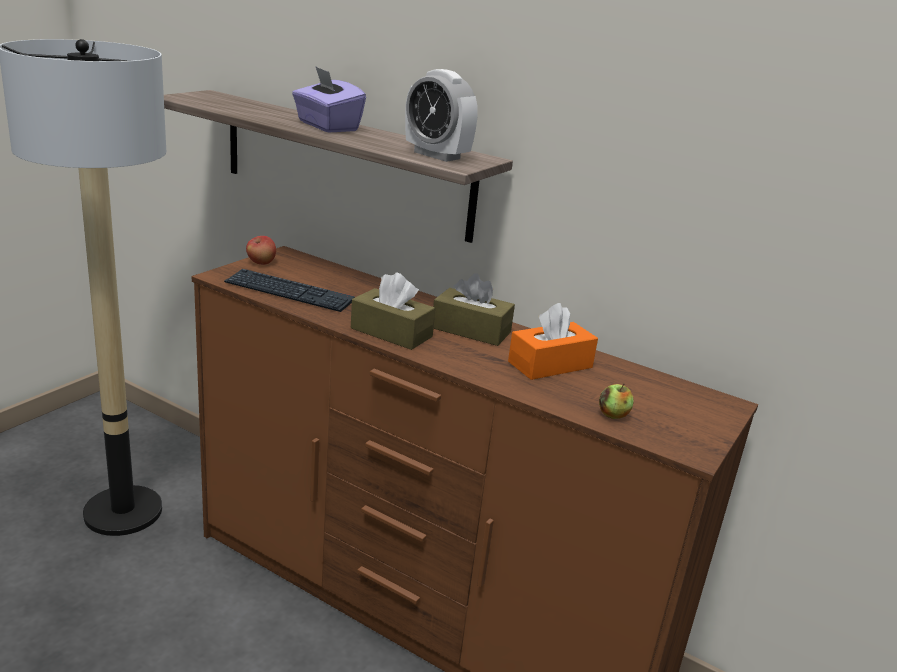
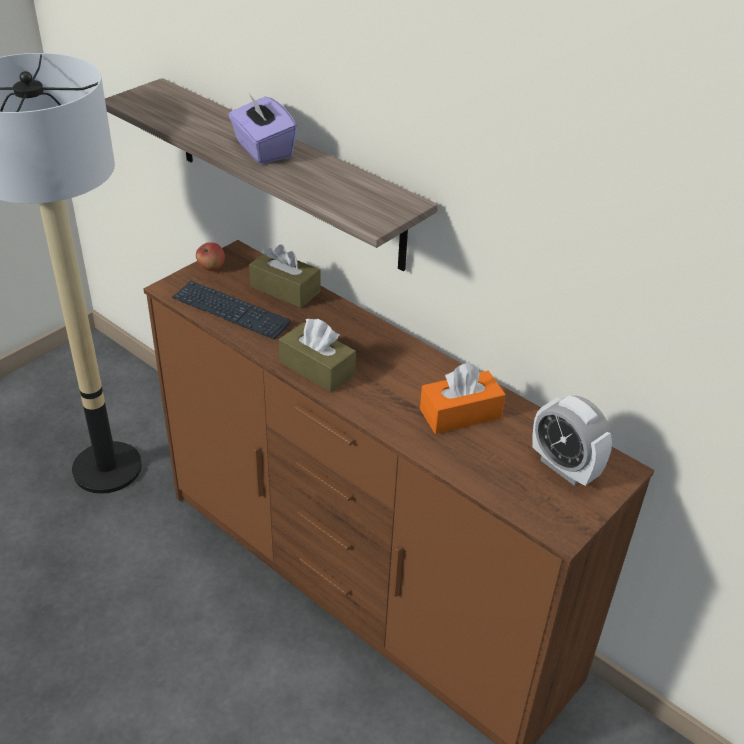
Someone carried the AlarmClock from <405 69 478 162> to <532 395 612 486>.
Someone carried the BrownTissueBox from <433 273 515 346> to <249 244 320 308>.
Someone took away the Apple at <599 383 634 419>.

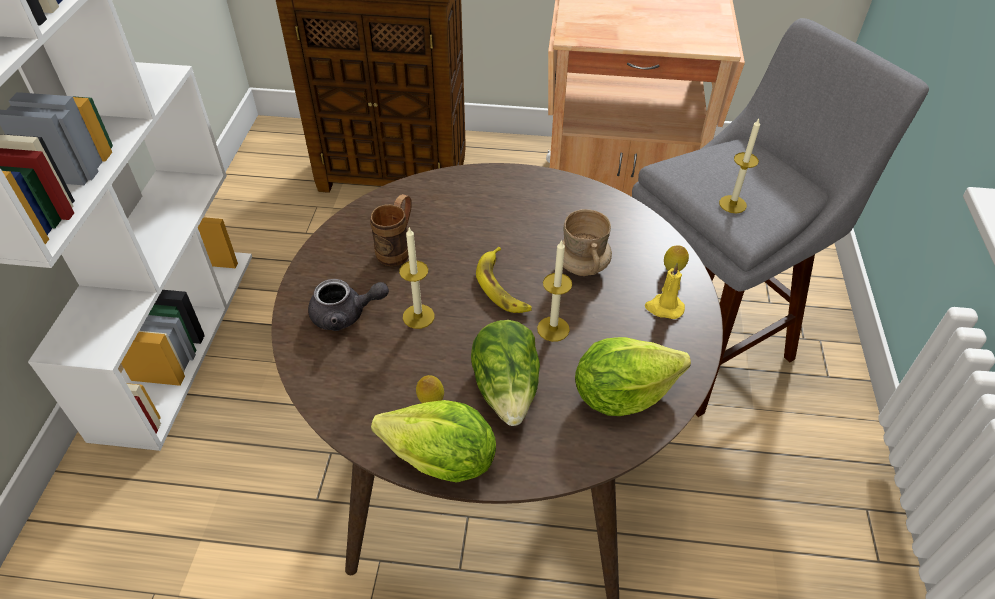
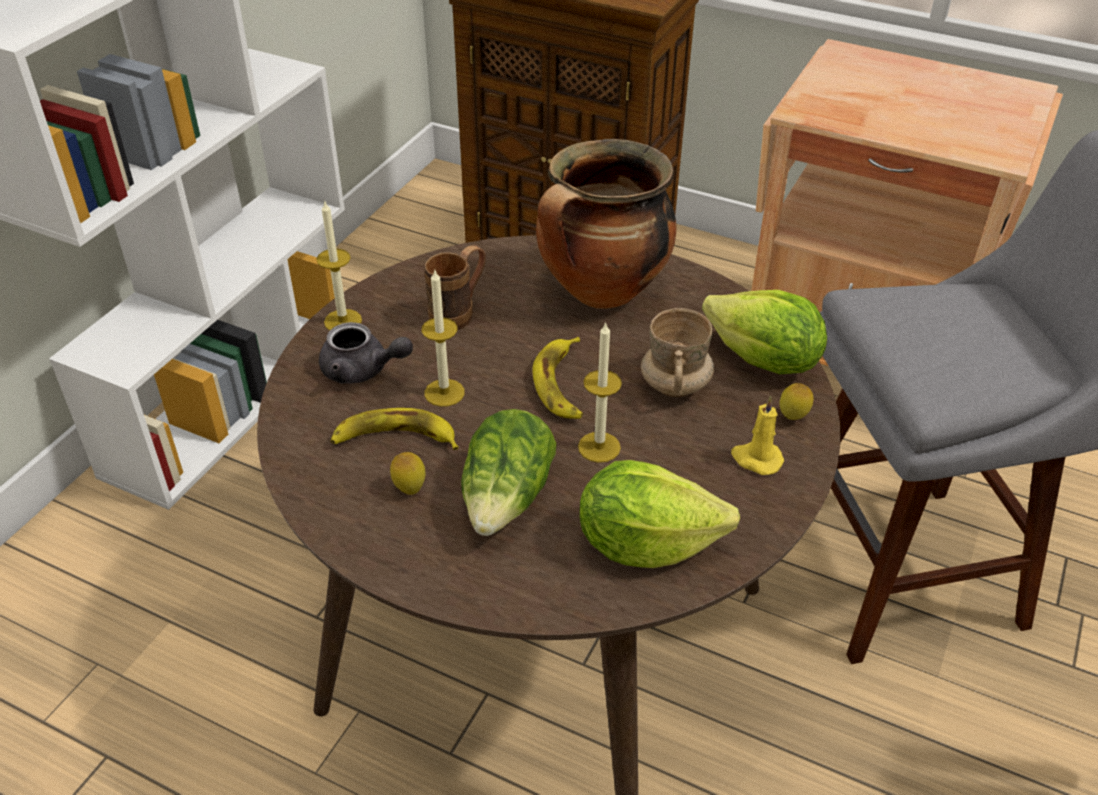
Someone carried the Candle from <719 119 760 213> to <317 200 362 331>.
Someone carried the Lettuce from <371 400 496 483> to <702 290 827 374>.
Someone put down the CookingPot at <536 139 676 309>.
Someone put down the Banana at <331 408 459 450>.

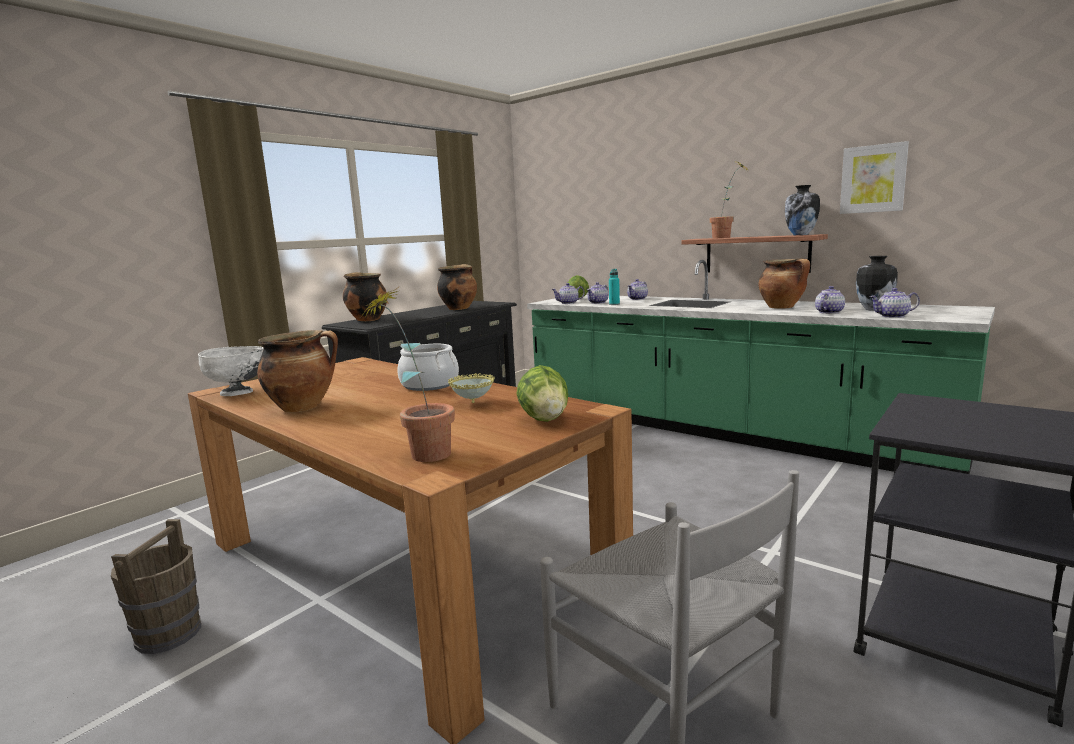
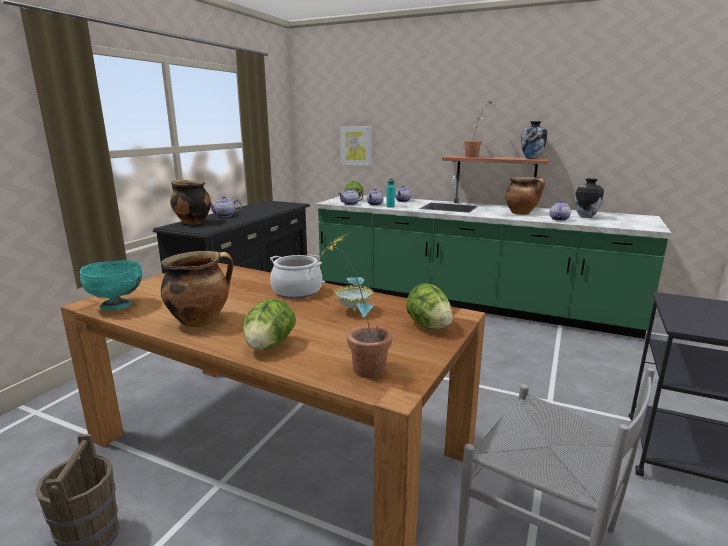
Someone carried the Picture from <840 141 909 214> to <340 126 372 166>.
Someone took away the CookingPot at <437 264 477 310>.
Someone carried the Teapot from <870 288 920 318> to <211 196 242 217>.
Someone repainted the WhiteBowl at <198 346 264 396>, which became the TurquoiseBowl at <80 260 142 310>.
Someone put down the Lettuce at <243 299 296 350>.

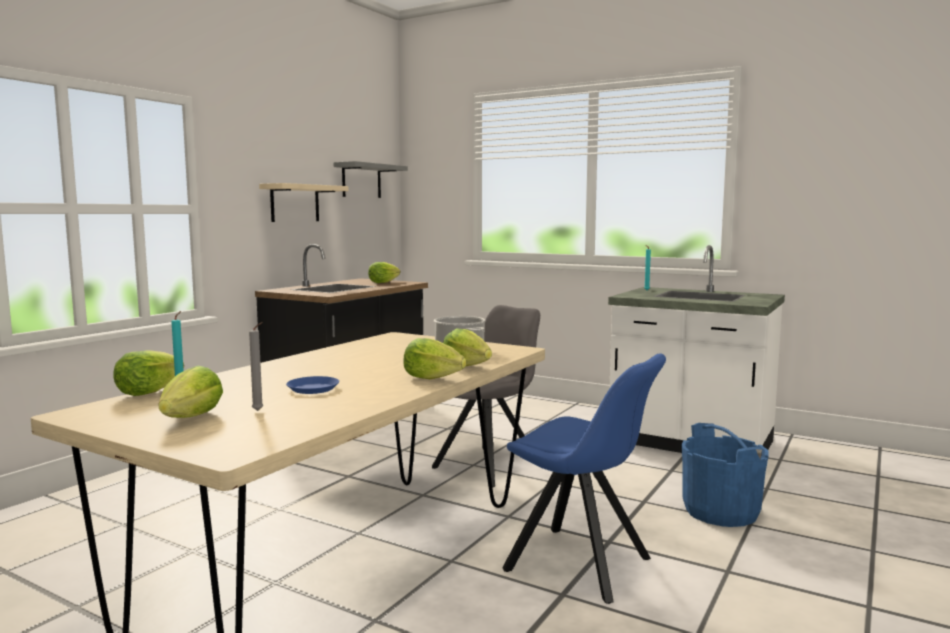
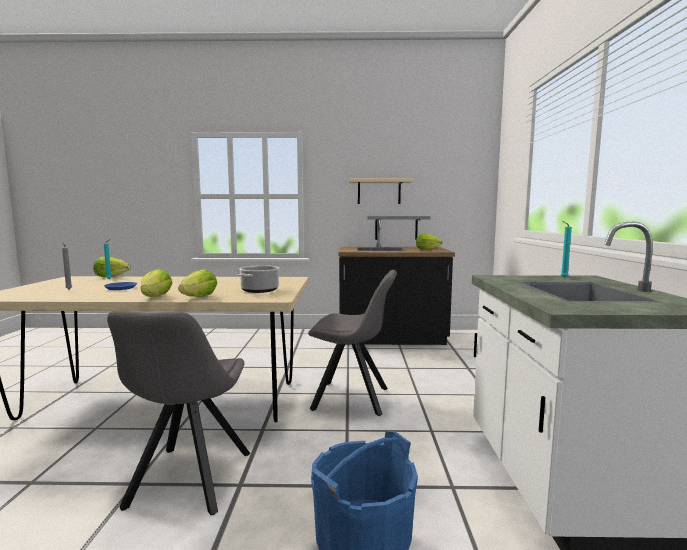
Someone carried the GreyShelf from <333 161 408 198> to <367 216 430 240>.
Someone repainted the BlueChair at <502 353 666 604>, which became the GreyChair at <107 311 250 515>.
Someone took away the Lettuce at <158 366 223 418>.

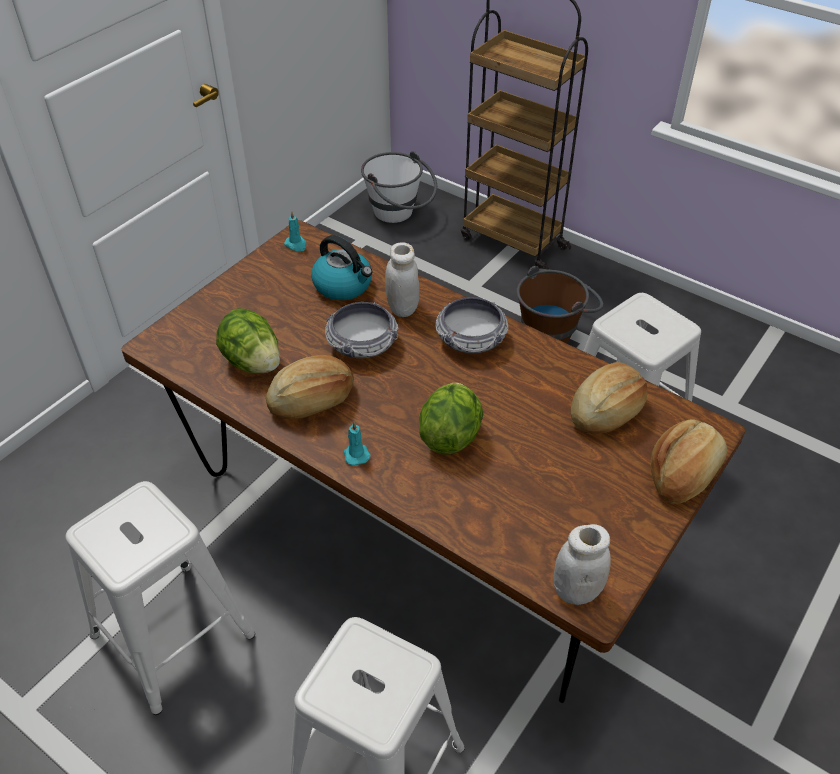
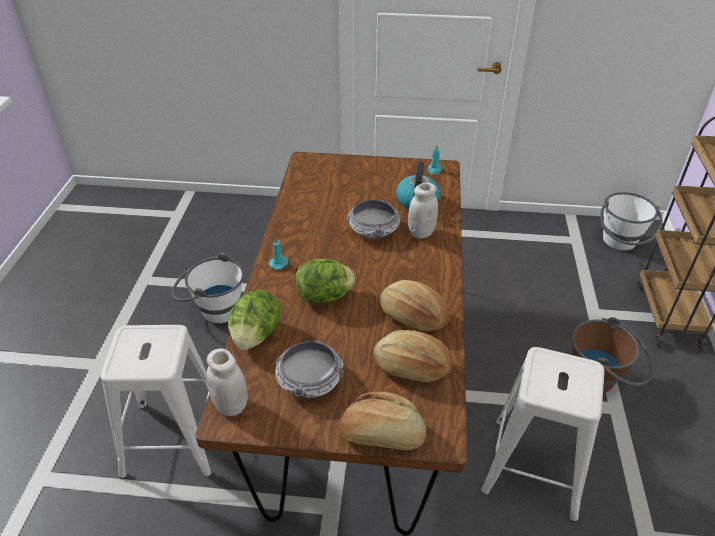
Someone carried the Bowl from <435 297 508 353> to <275 341 344 398>.
Someone carried the Lettuce from <216 308 280 373> to <228 290 282 350>.
Someone carried the Bread from <266 355 354 420> to <380 280 449 331>.
Someone swapped the WhiteStool at <66 481 255 715> for the WhiteBucket at <172 252 244 323>.

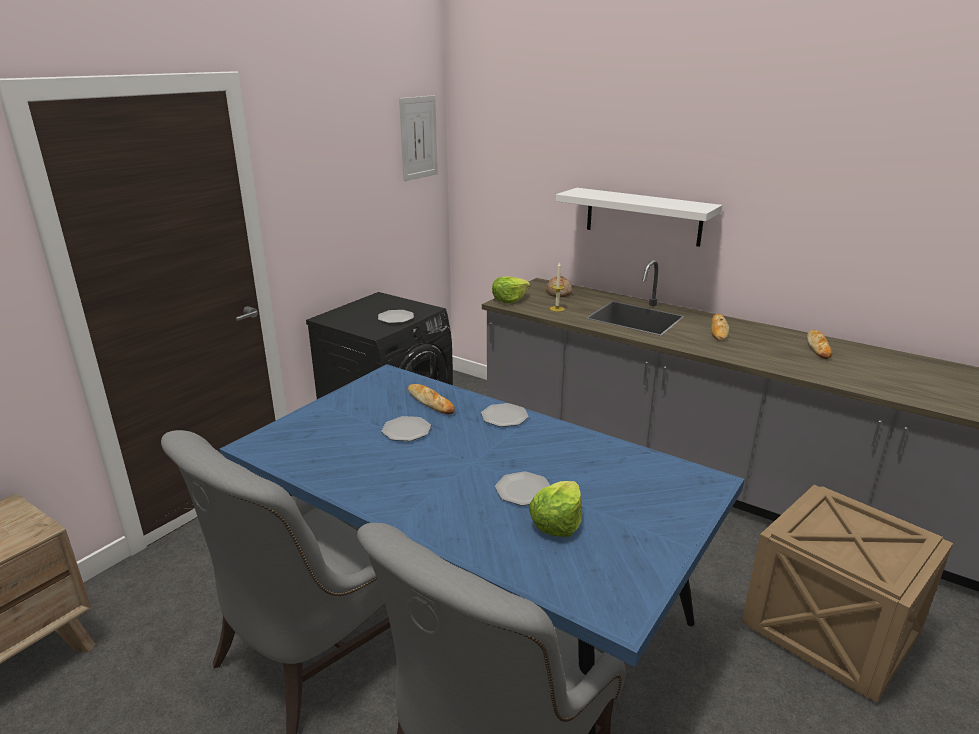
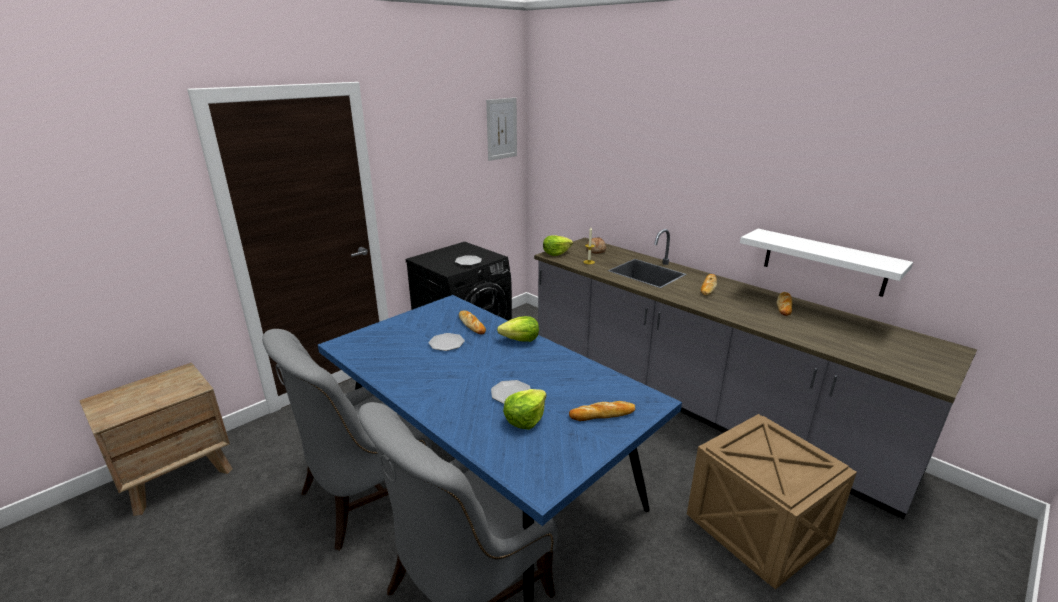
Someone carried the WhiteShelf from <556 188 722 247> to <740 229 913 297>.
Someone swapped the Plate at <481 403 529 427> for the Lettuce at <497 316 539 342>.
Someone put down the Bread at <569 401 635 421>.

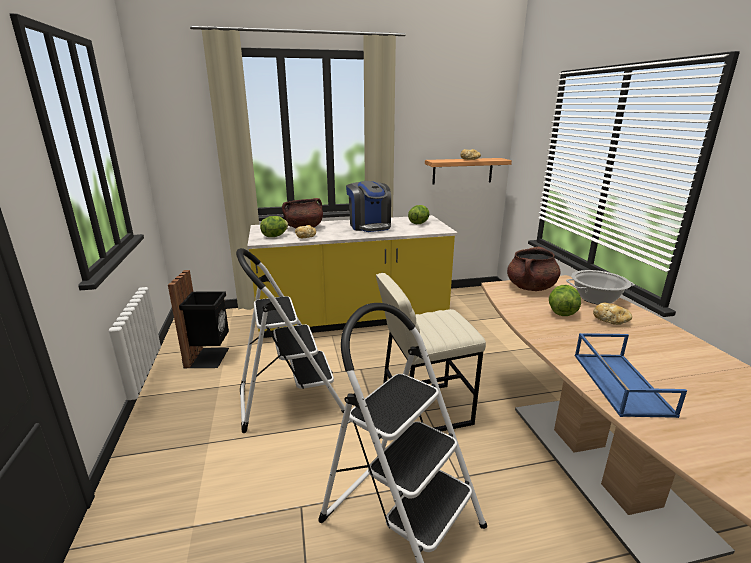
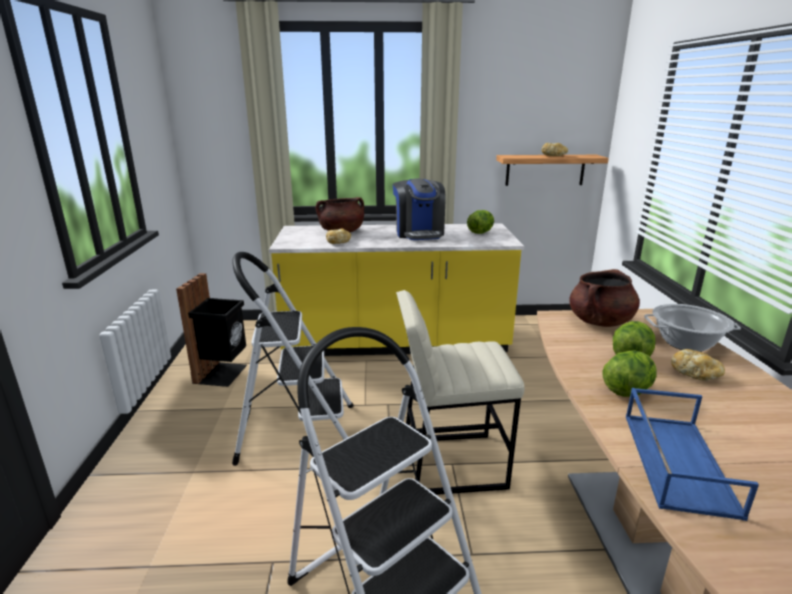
Someone carried the Lettuce from <260 216 288 237> to <602 350 657 397>.

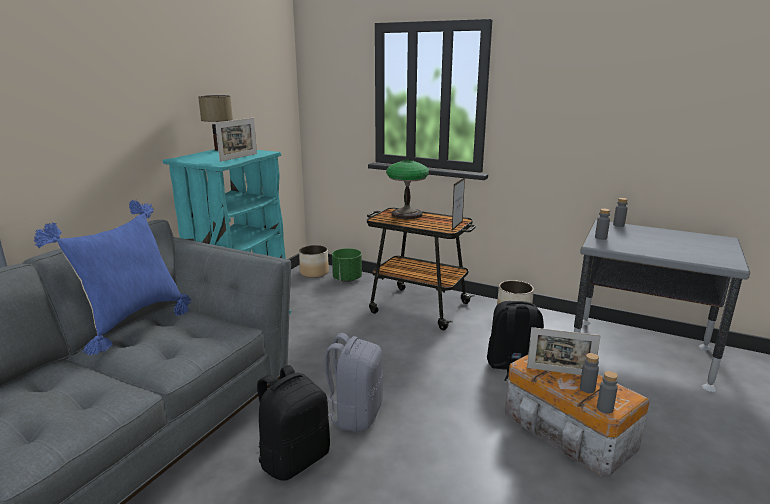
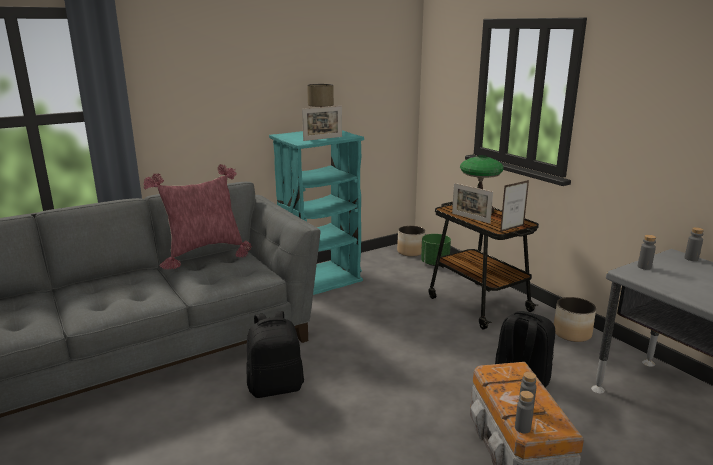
Someone repainted the BluePillow at <34 200 192 356>, which became the RedPillow at <143 164 252 270>.
Someone carried the PictureFrame from <527 327 601 375> to <452 183 493 224>.
Someone took away the GreyBackpack at <325 333 383 432>.

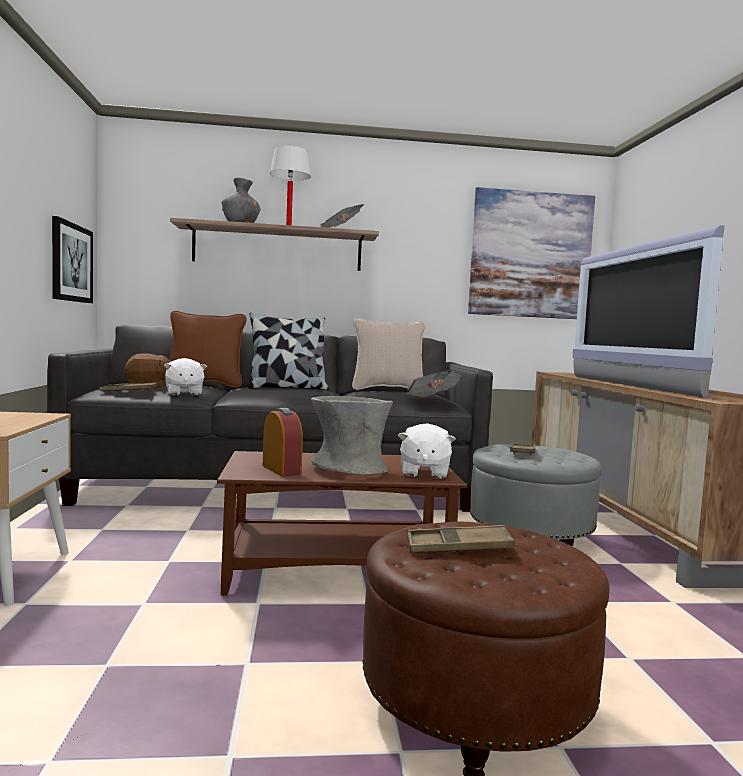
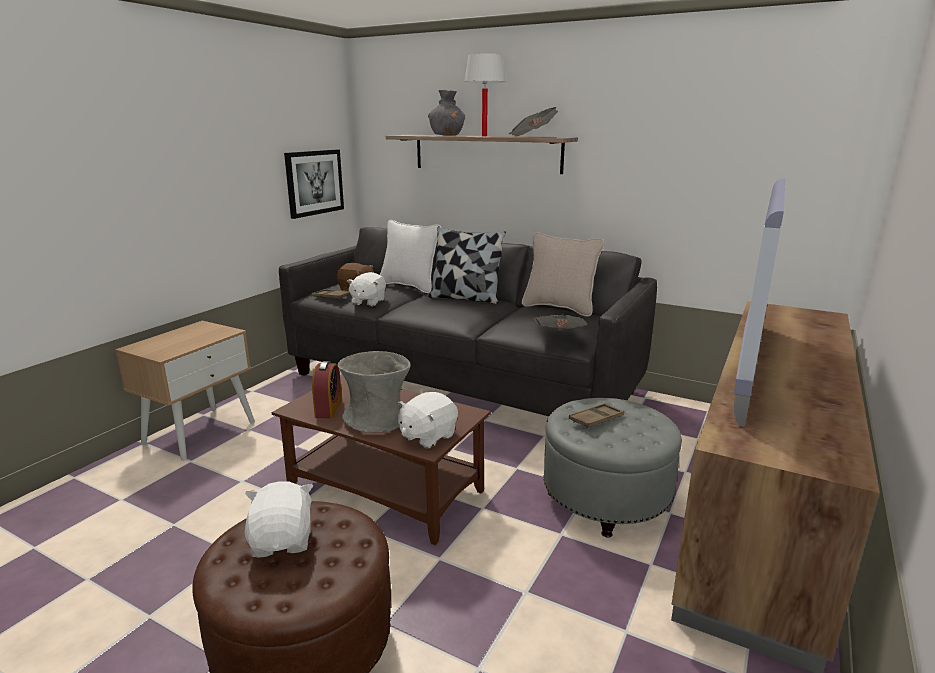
Someone took away the Picture at <468 187 595 319>.
Someone repainted the BrownPillow at <165 311 247 388>, which became the WhitePillow at <380 220 441 293>.
Someone swapped the BrownTray at <407 525 515 553> for the WhitePlushToy at <245 481 313 558>.

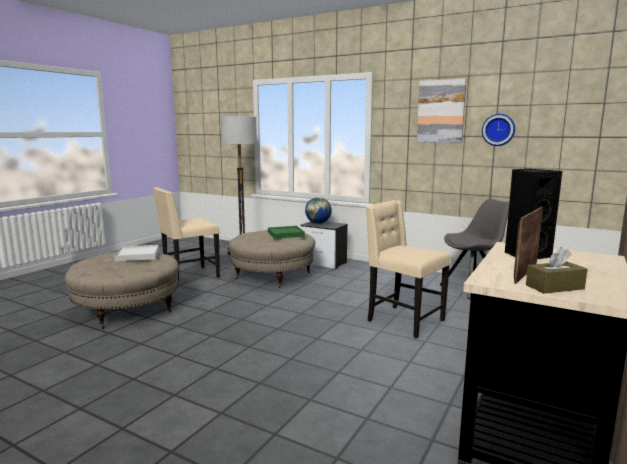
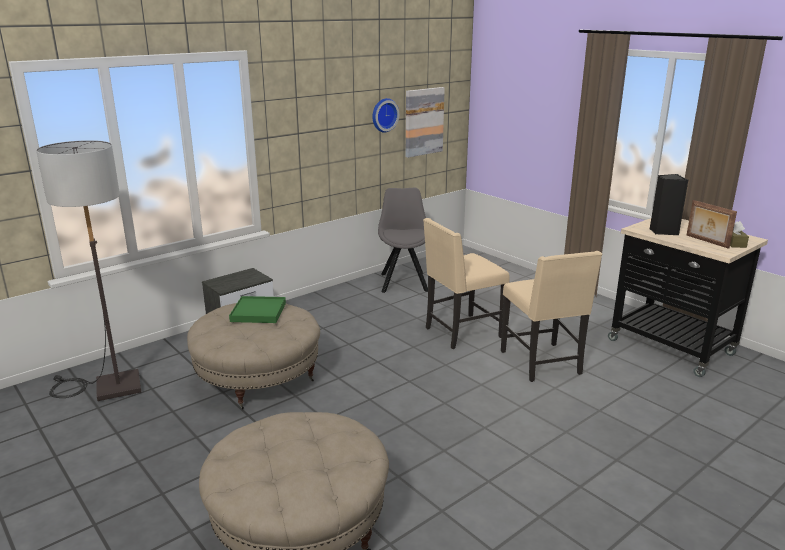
Someone carried the Picture from <417 78 466 143> to <406 87 445 158>.
Someone carried the BeigeChair from <153 187 220 281> to <501 251 602 382>.
Someone took away the Globe at <305 197 332 224>.
Someone took away the WhiteTray at <114 245 159 262>.

